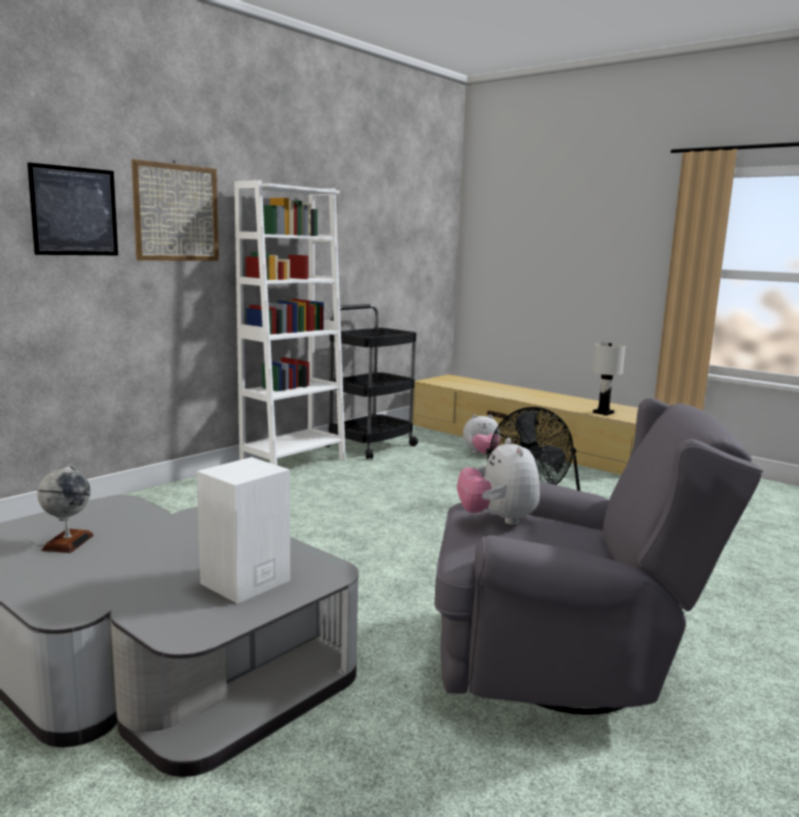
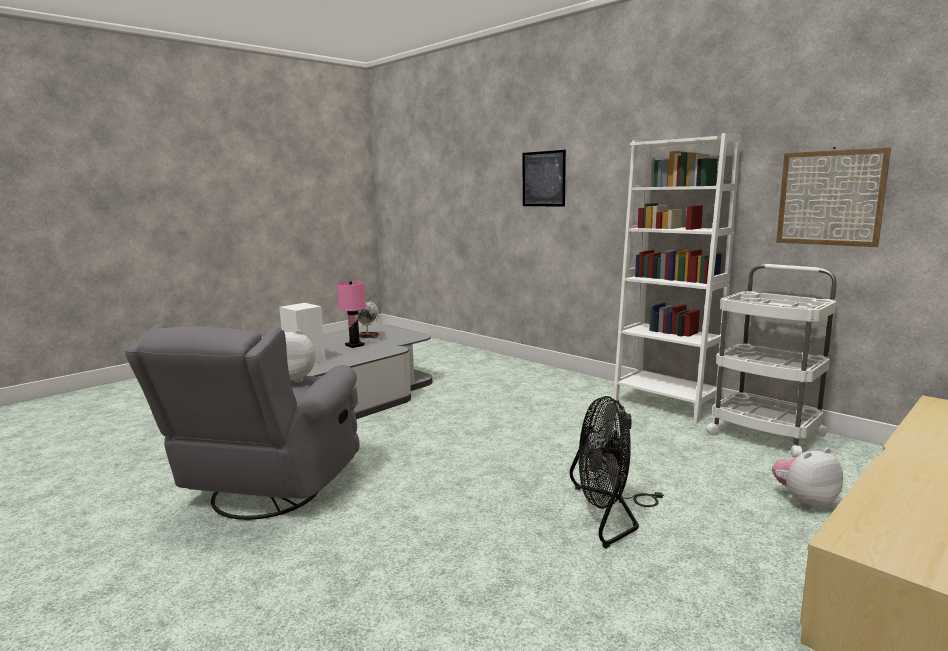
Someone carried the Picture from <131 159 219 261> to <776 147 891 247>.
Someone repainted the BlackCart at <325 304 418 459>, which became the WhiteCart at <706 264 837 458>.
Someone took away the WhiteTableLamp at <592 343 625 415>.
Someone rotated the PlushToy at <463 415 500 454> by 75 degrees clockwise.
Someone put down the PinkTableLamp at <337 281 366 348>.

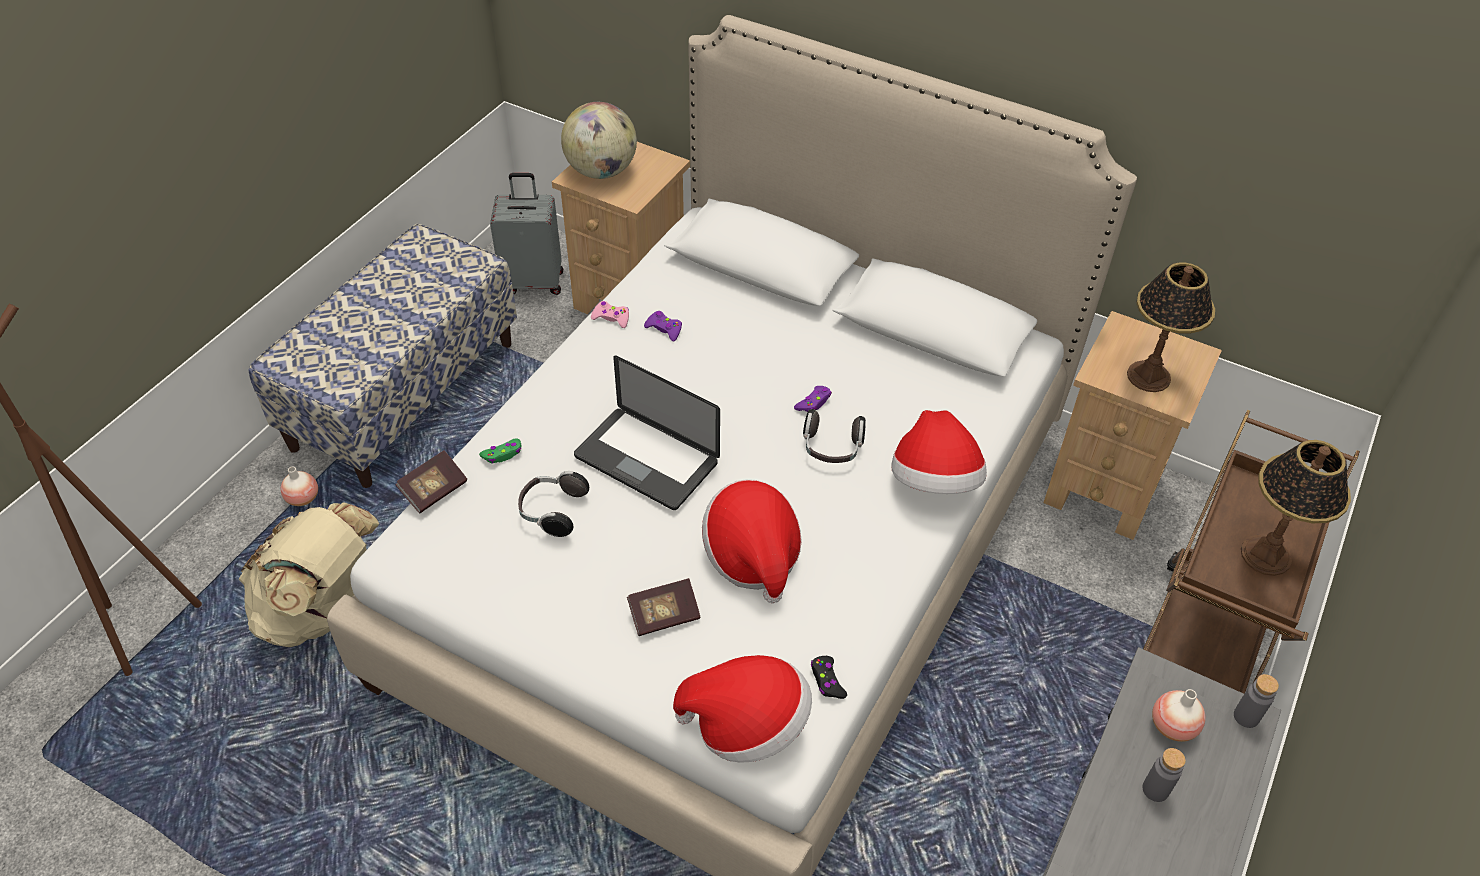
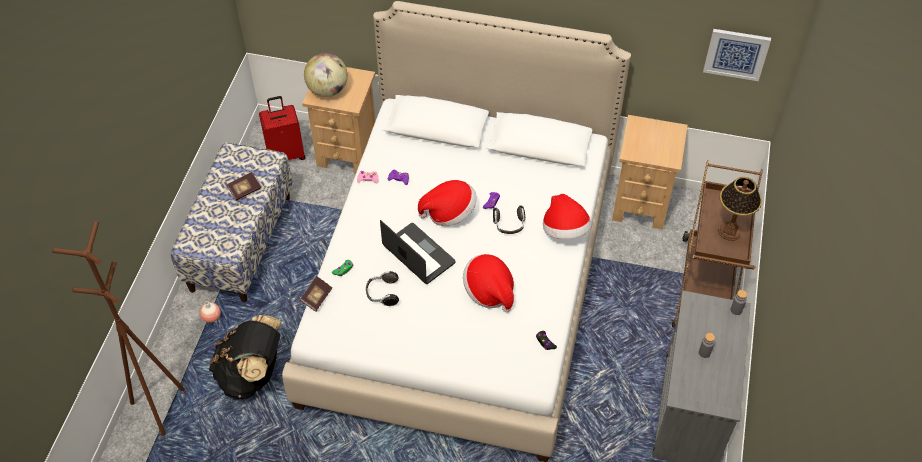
Someone repainted the GreySuitcase at <490 173 563 295>, which became the RedSuitcase at <259 96 305 160>.
Someone took away the TableLamp at <1127 262 1215 392>.
Someone rotated the Laptop at <574 355 720 510> by 150 degrees counterclockwise.
Someone repainted the BeigeBackpack at <239 502 379 647>, which became the BlackBackpack at <209 315 281 399>.
Someone carried the Book from <627 578 700 636> to <227 172 261 201>.
Someone carried the Hat from <673 655 812 763> to <418 180 477 226>.
Someone took away the Vase at <1152 689 1205 742>.
Someone put up the Picture at <703 29 771 81>.

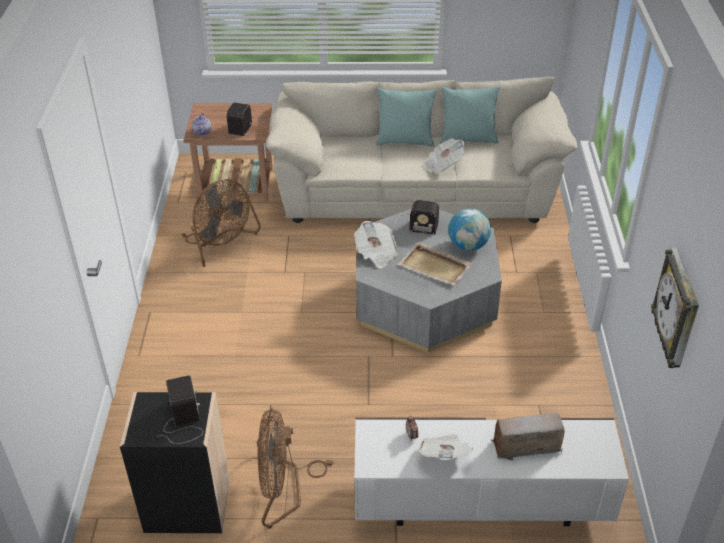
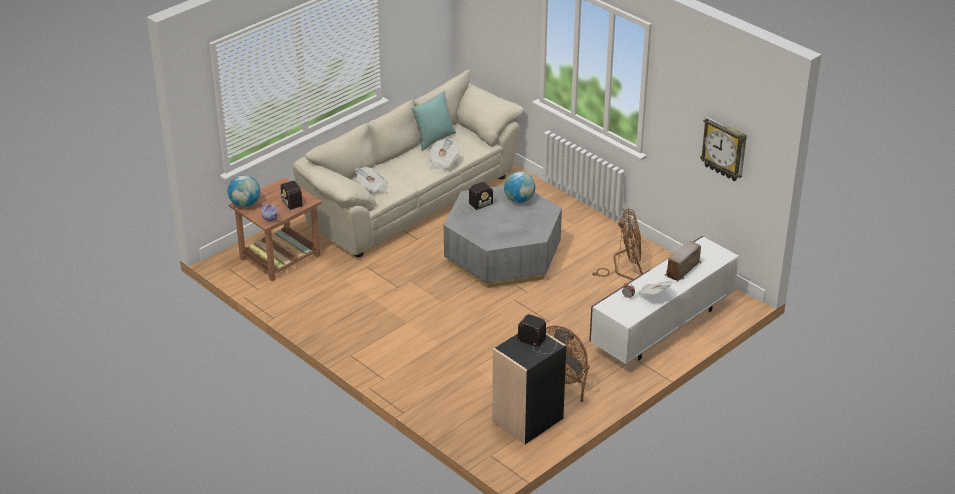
Someone took away the TurquoisePillow at <376 88 437 147>.
Someone carried the BrownFan from <181 179 261 267> to <592 208 643 280>.
Someone carried the Newspaper from <354 221 398 268> to <355 167 387 193>.
Someone took away the BeigeTray at <398 242 473 285>.
Someone put down the Globe at <228 175 260 207>.

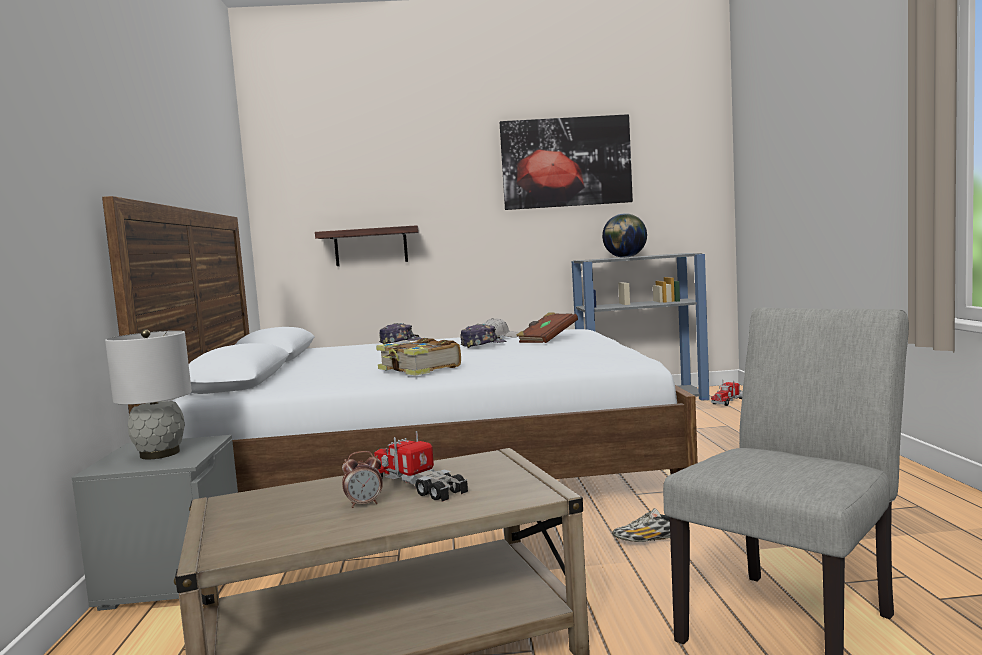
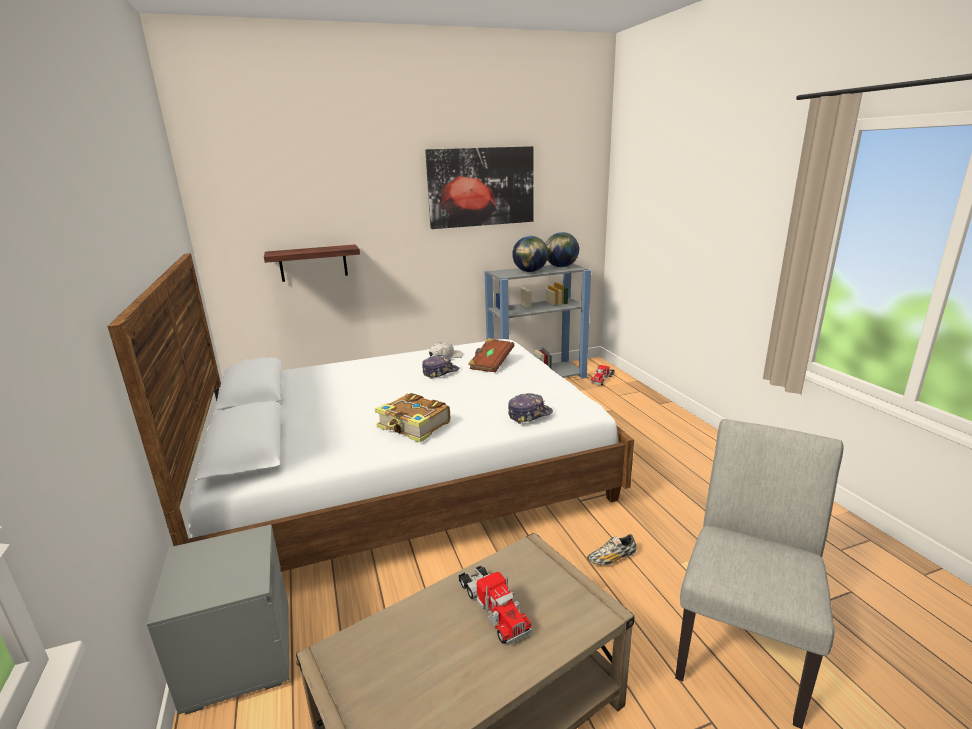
Someone carried the Cap from <379 323 421 344> to <508 393 553 424>.
Someone took away the WhiteTableLamp at <105 329 192 459>.
Someone rotated the ToyTruck at <374 431 468 502> by 150 degrees counterclockwise.
Someone took away the AlarmClock at <342 451 383 508>.
Someone put down the Globe at <546 232 579 267>.

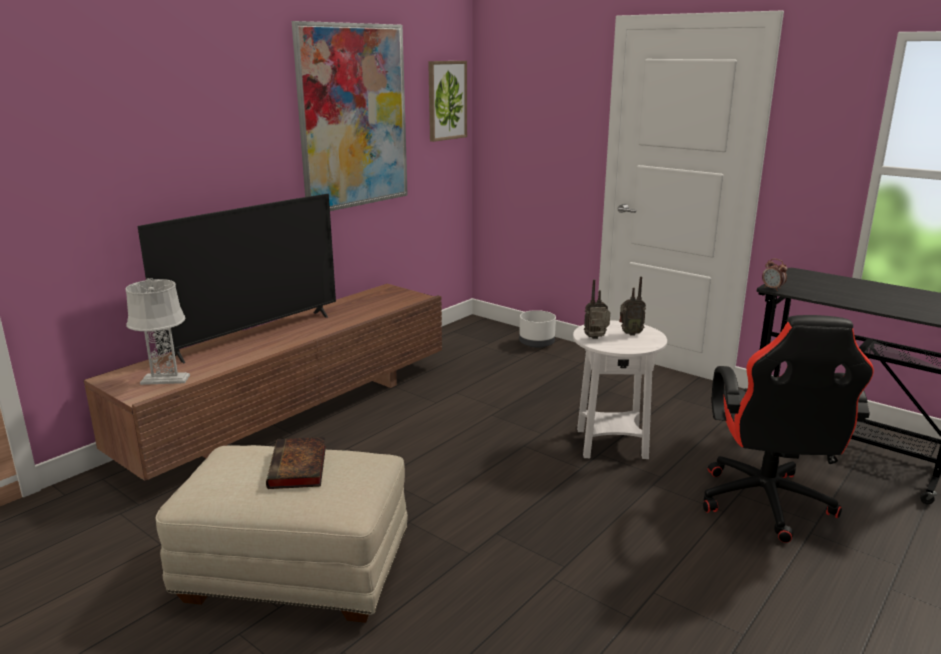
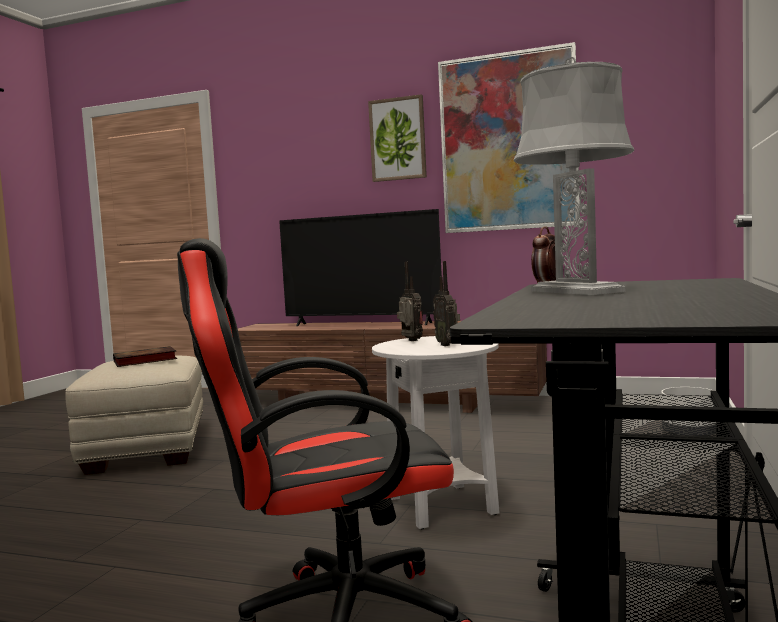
Someone carried the Picture from <428 61 467 142> to <368 94 427 182>.
Someone carried the GreyTableLamp from <125 278 190 385> to <514 57 634 295>.

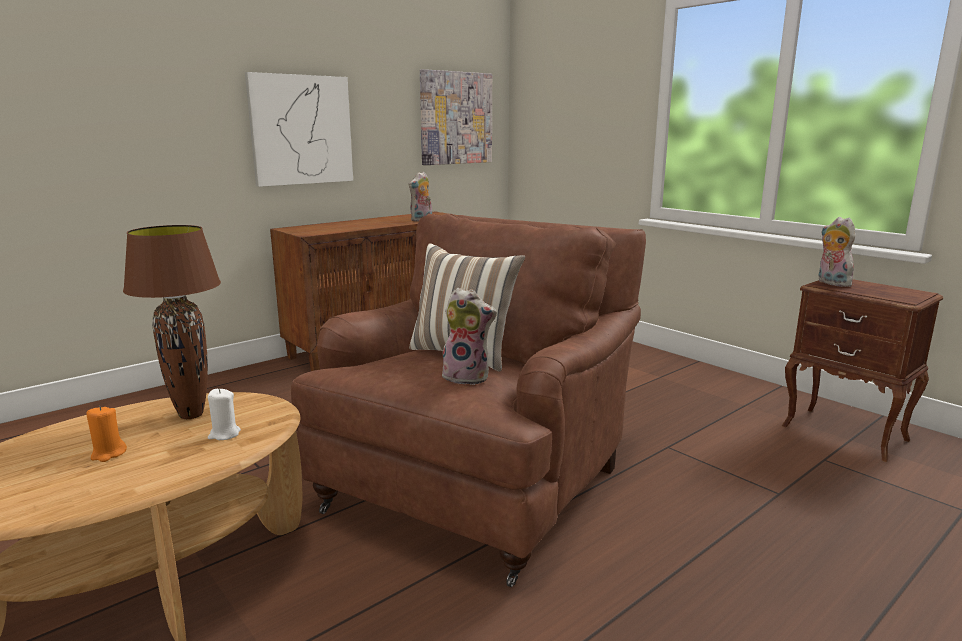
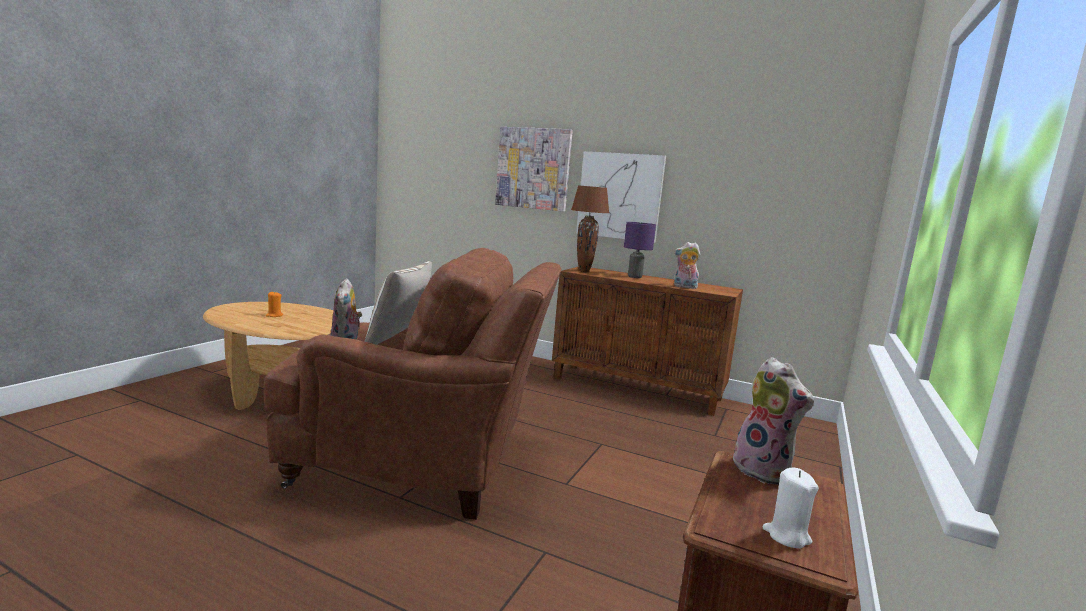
Someone carried the Picture from <420 69 492 165> to <495 127 573 212>.
Someone rotated the PlushToy at <818 217 855 287> by 105 degrees clockwise.
Someone carried the BrownTableLamp from <123 225 221 419> to <571 186 609 272>.
Someone carried the WhiteCandle from <208 389 241 440> to <762 468 819 548>.
Someone put down the PurpleTableLamp at <624 222 656 278>.

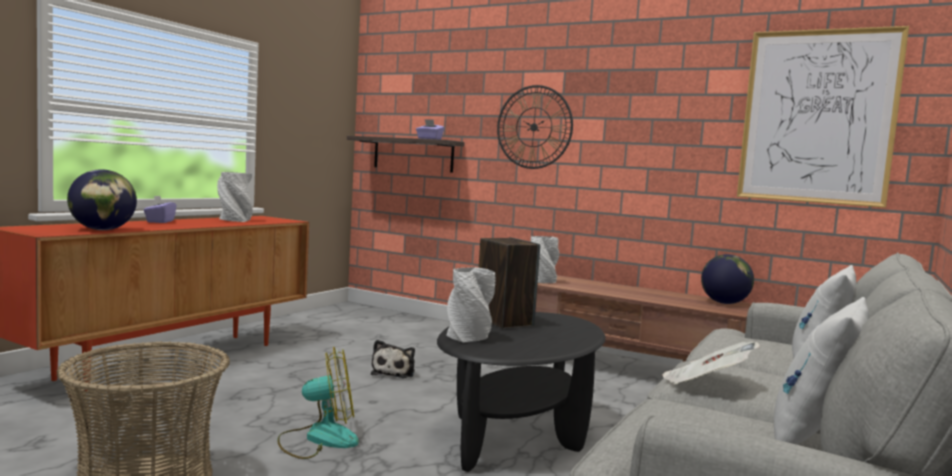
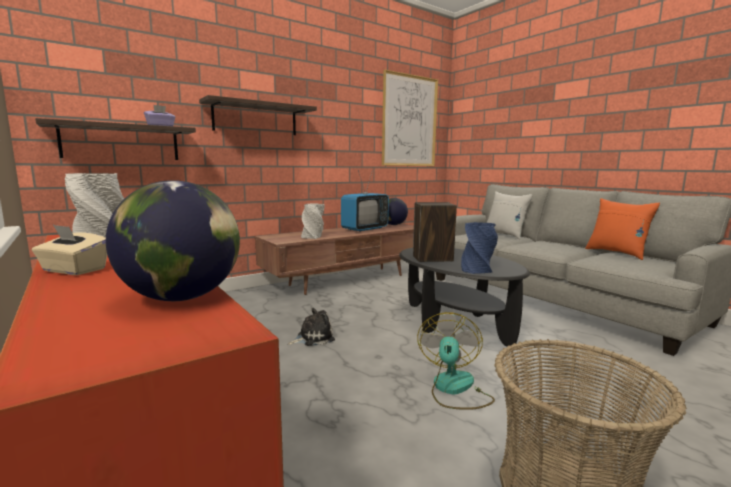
Someone swapped the WallClock at <497 85 573 169> for the Shelf at <199 95 317 135>.
Someone repainted the PurpleTissueBox at <144 196 177 223>, which became the BeigeTissueBox at <32 225 107 275>.
Someone repainted the GreyVase at <446 267 496 343>, which became the BlueVase at <461 222 498 274>.
Someone repainted the GreyPillow at <774 297 869 445>, which became the OrangePillow at <585 198 660 260>.
Someone rotated the PlushToy at <371 340 415 378> by 60 degrees counterclockwise.
Someone took away the Newspaper at <662 342 760 385>.
Someone put down the Television at <341 170 389 232>.

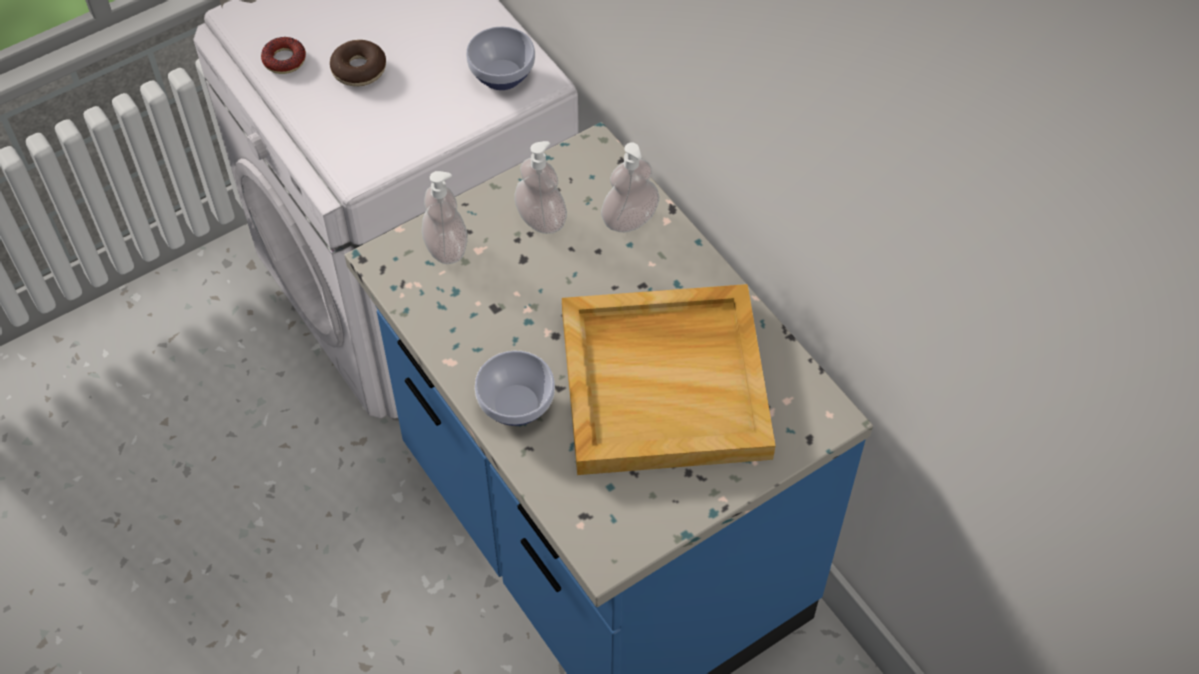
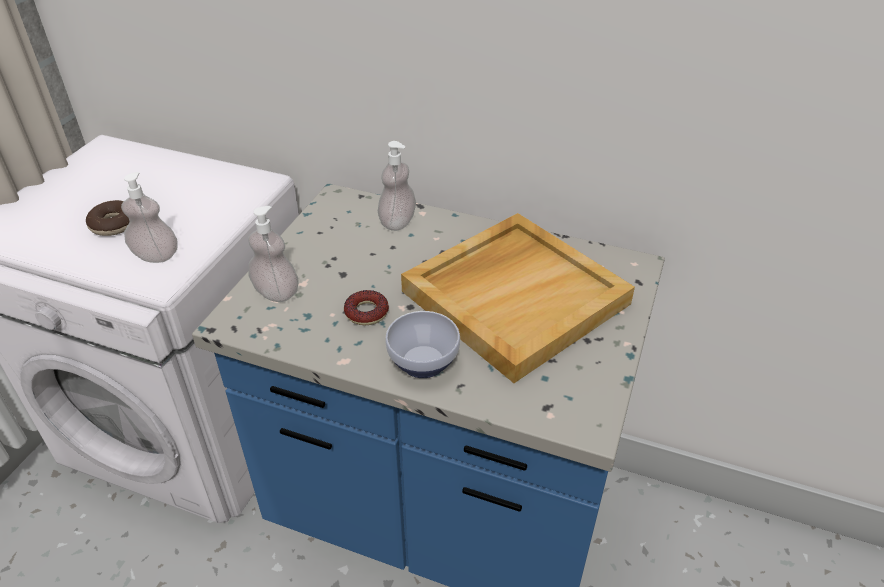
Someone took away the Bowl at <466 26 535 90>.
Someone carried the Donut from <261 37 306 74> to <344 290 389 325>.
Someone carried the SoapDispenser from <514 141 567 234> to <121 172 177 263>.

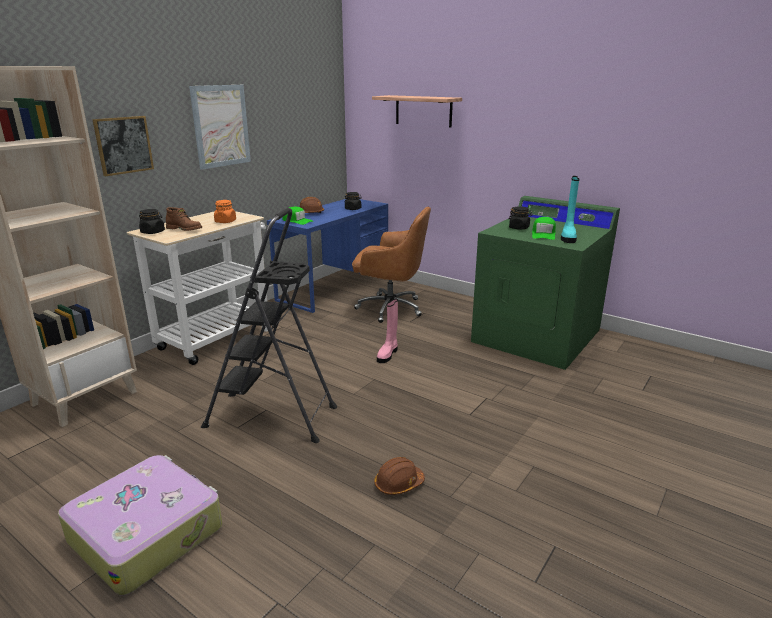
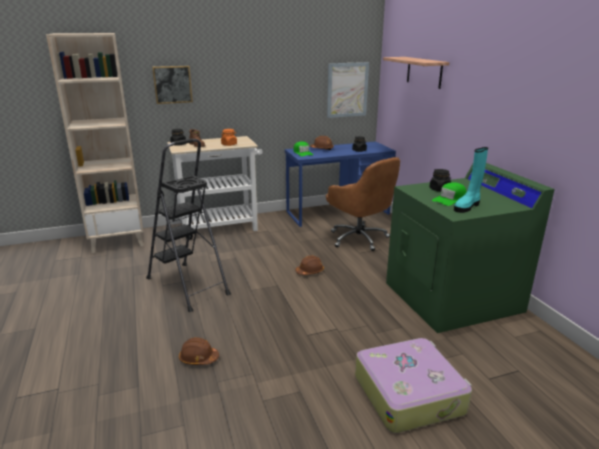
Someone carried the Picture from <189 85 251 170> to <327 62 369 118>.
Someone swapped the PinkBoot at <377 298 398 363> for the BrownHardHat at <295 255 324 275>.
Someone carried the Suitcase from <58 455 222 595> to <355 338 472 433>.

